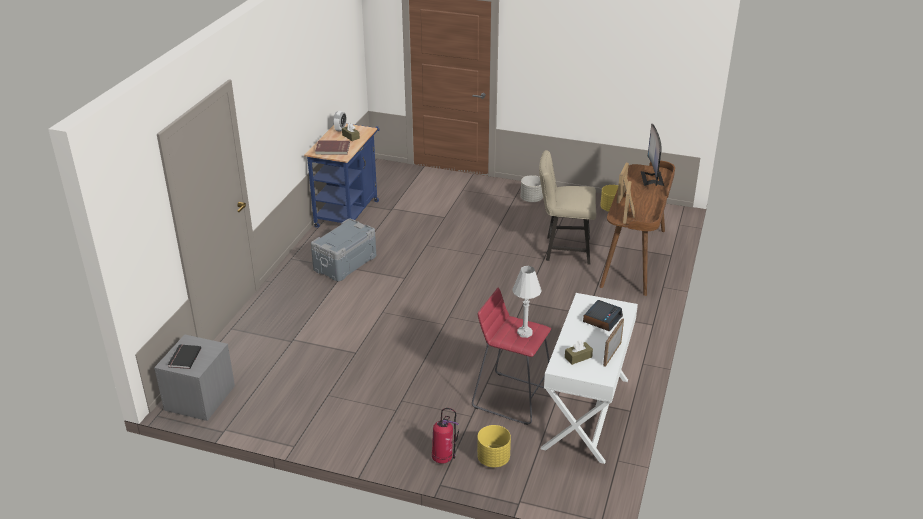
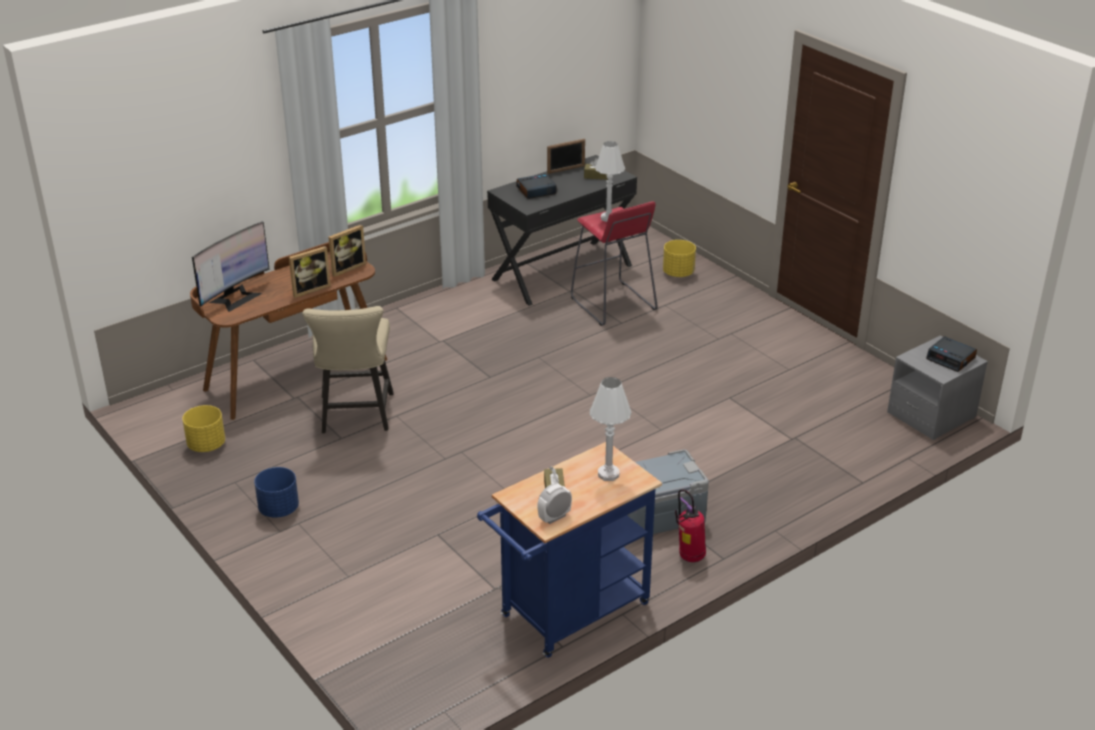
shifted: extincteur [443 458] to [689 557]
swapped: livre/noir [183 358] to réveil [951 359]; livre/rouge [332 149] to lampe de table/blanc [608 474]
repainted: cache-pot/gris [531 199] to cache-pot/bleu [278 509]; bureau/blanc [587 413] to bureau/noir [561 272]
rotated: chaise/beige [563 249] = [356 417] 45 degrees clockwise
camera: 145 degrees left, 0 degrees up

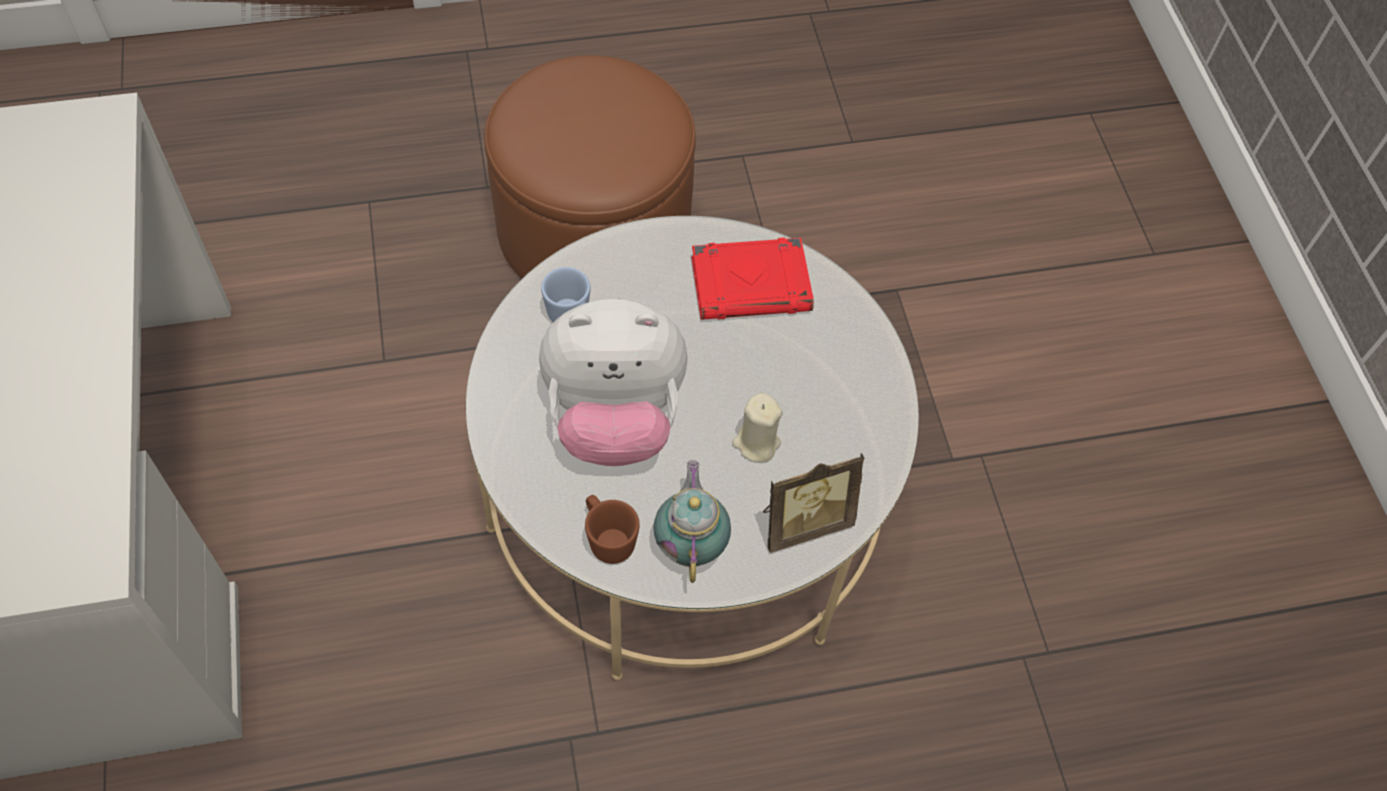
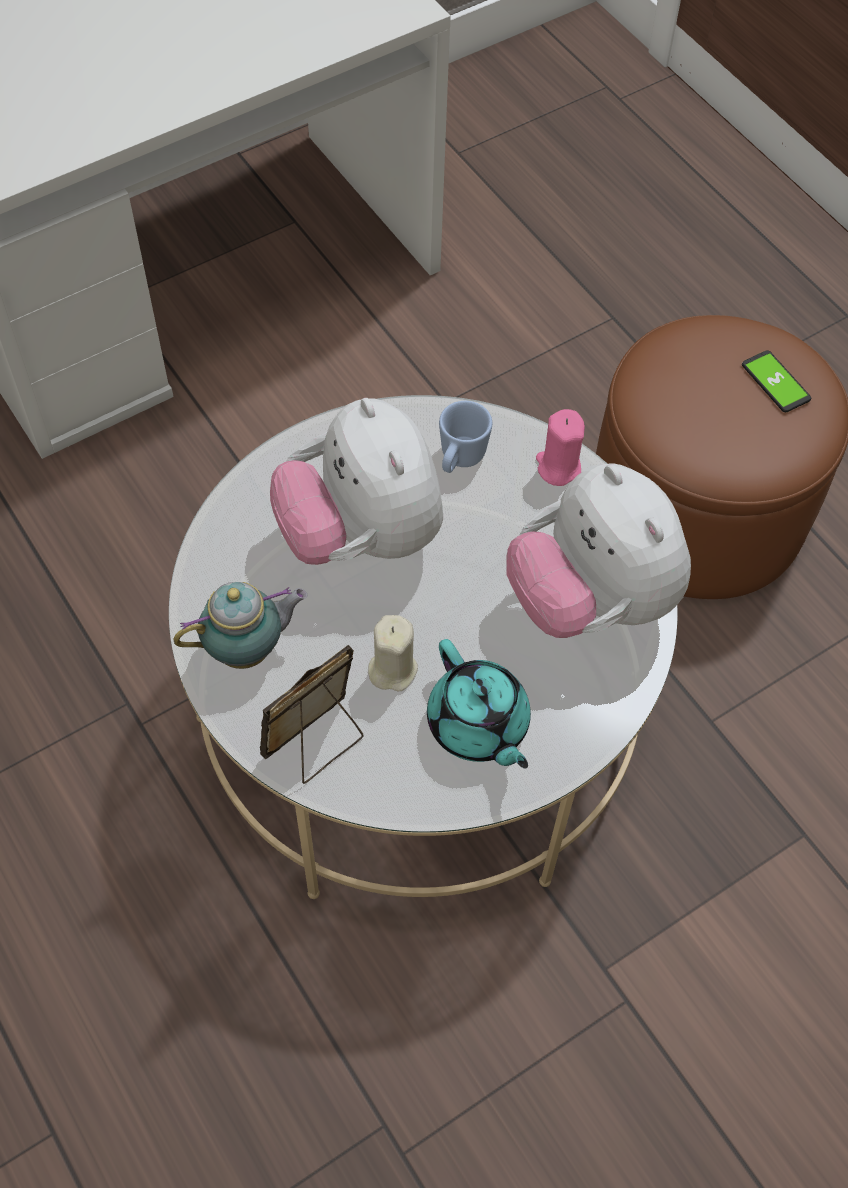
gone: mug/marron [607 539]
new: théière/turquoise [478 725]; bougie/rose [558 467]; téléphone [775 382]
swapped: livre/rouge [752 285] to peluche [590 600]
rotated: cadre photo [803 522] = [317 743] 90 degrees clockwise
camera: 70 degrees right, 0 degrees up

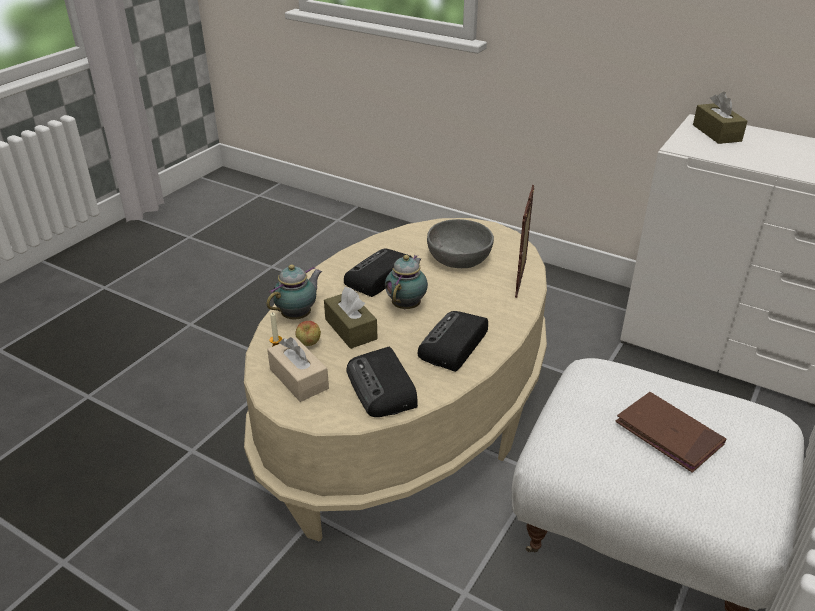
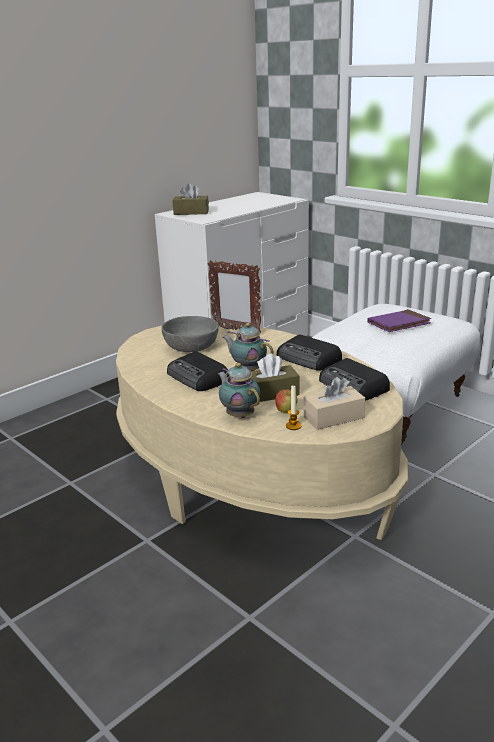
repainted: livre/marron [668 434] to livre/violet [398 324]
rotated: radio [382 388] = [354 386] 60 degrees clockwise
camera: 75 degrees left, 10 degrees down

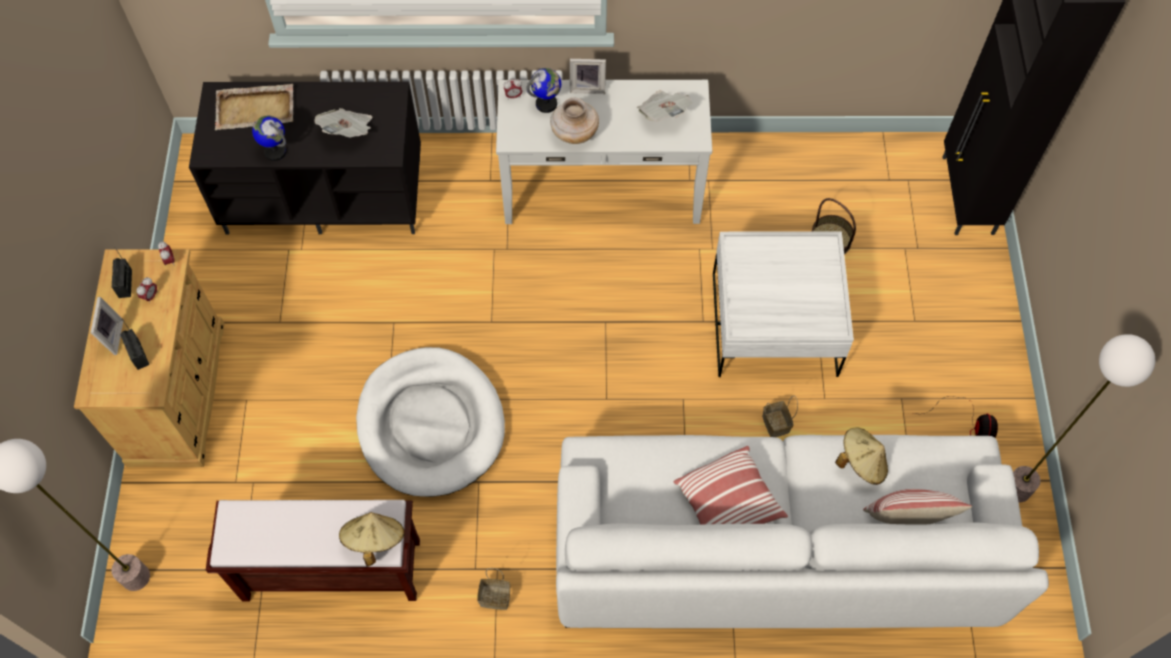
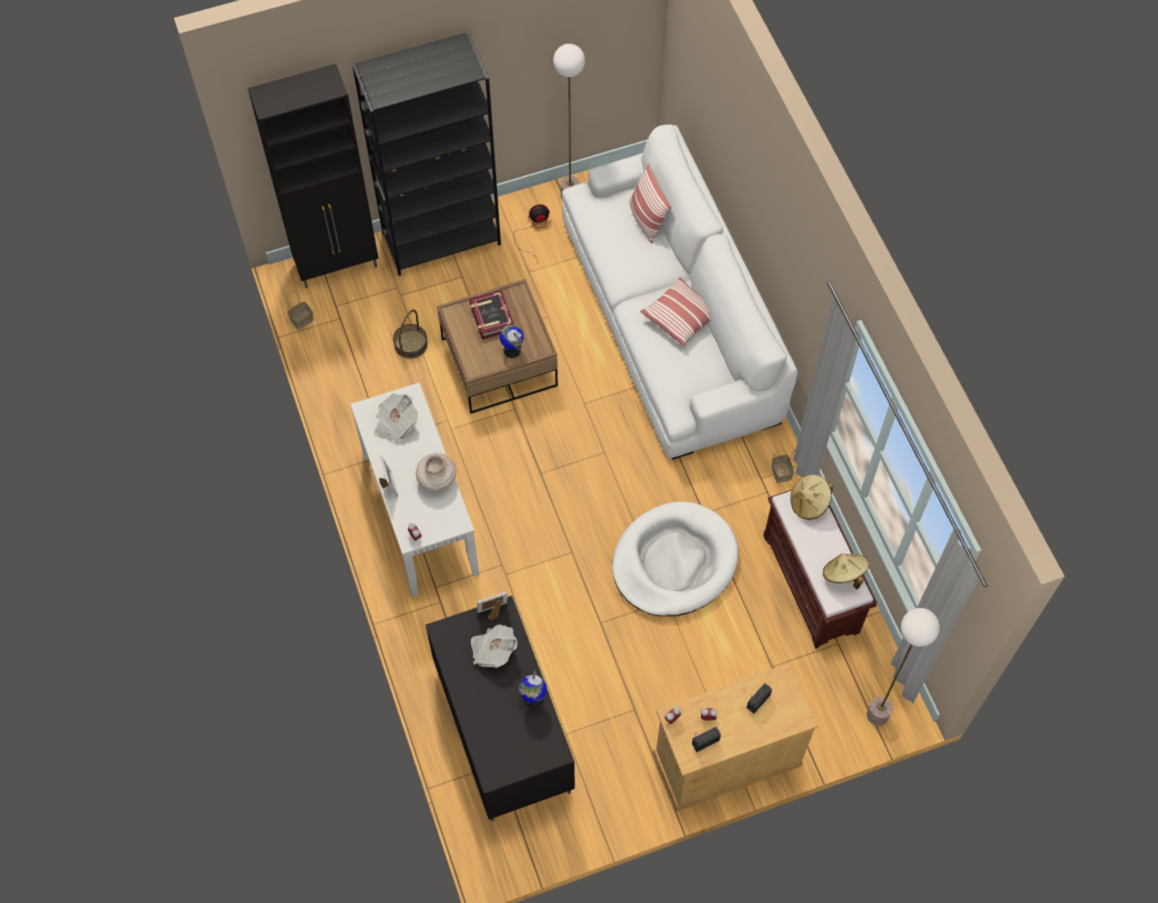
gone: plateau/beige [256 109]
new: bibliothèque/noir [442 238]; livre [491 317]
shifted: cadre photo [111 337] to [494 612]; globe [546 104] to [512 350]; panier [776 424] to [302 319]; chapeau/beige [861 462] to [843 574]
repainted: table basse/blanc [774 324] to table basse/marron [499 362]
camera: 110 degrees left, 0 degrees up

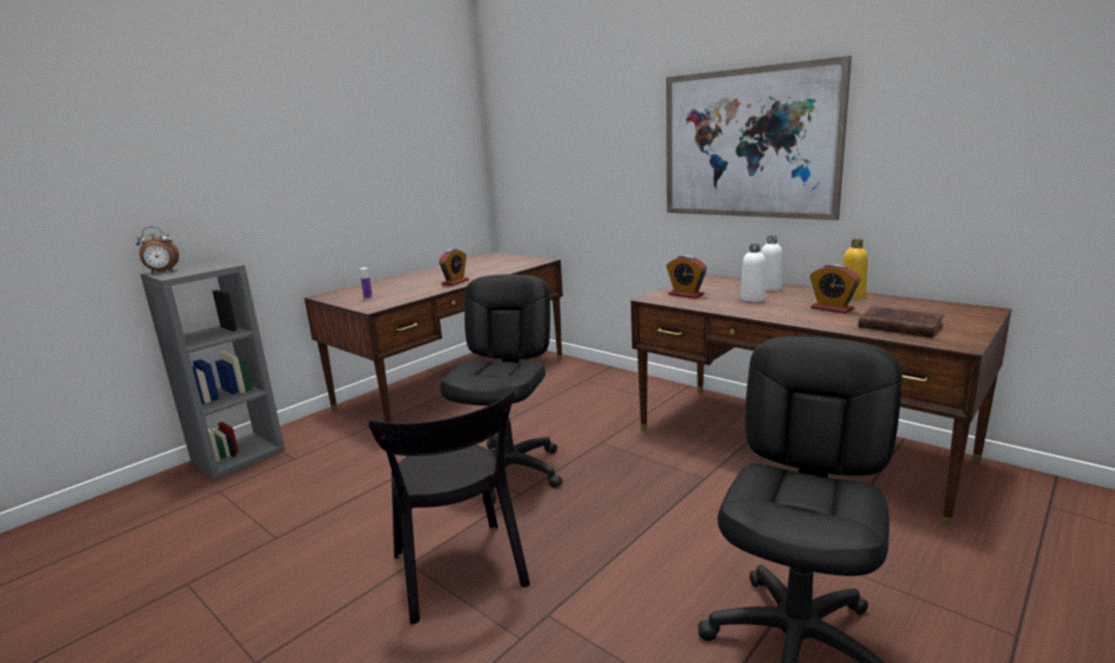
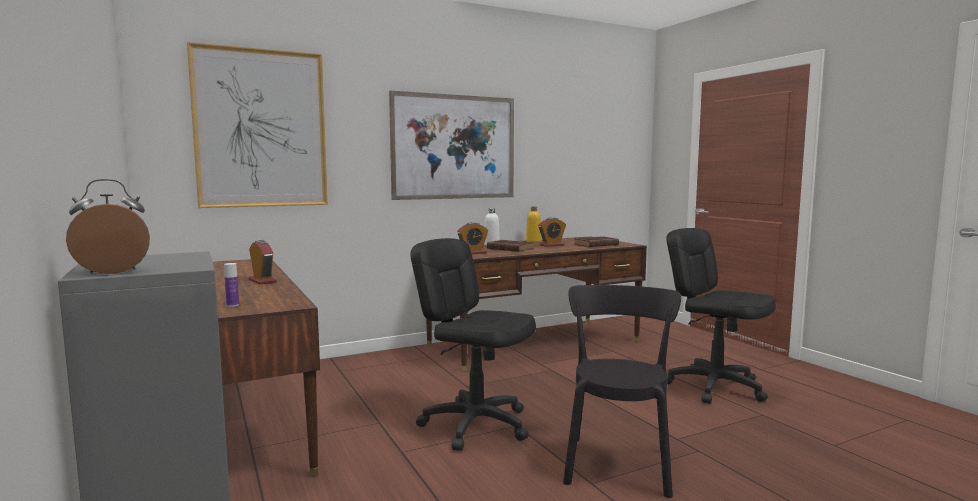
new: tableau [261 129]
swapped: bouteille/blanc [752 299] to livre/marron [509 248]
rotated: réveil [162 272] = [113 271] 120 degrees counterclockwise; chaise/noir [460 574] = [618 462] 75 degrees counterclockwise
camera: 70 degrees left, 10 degrees down

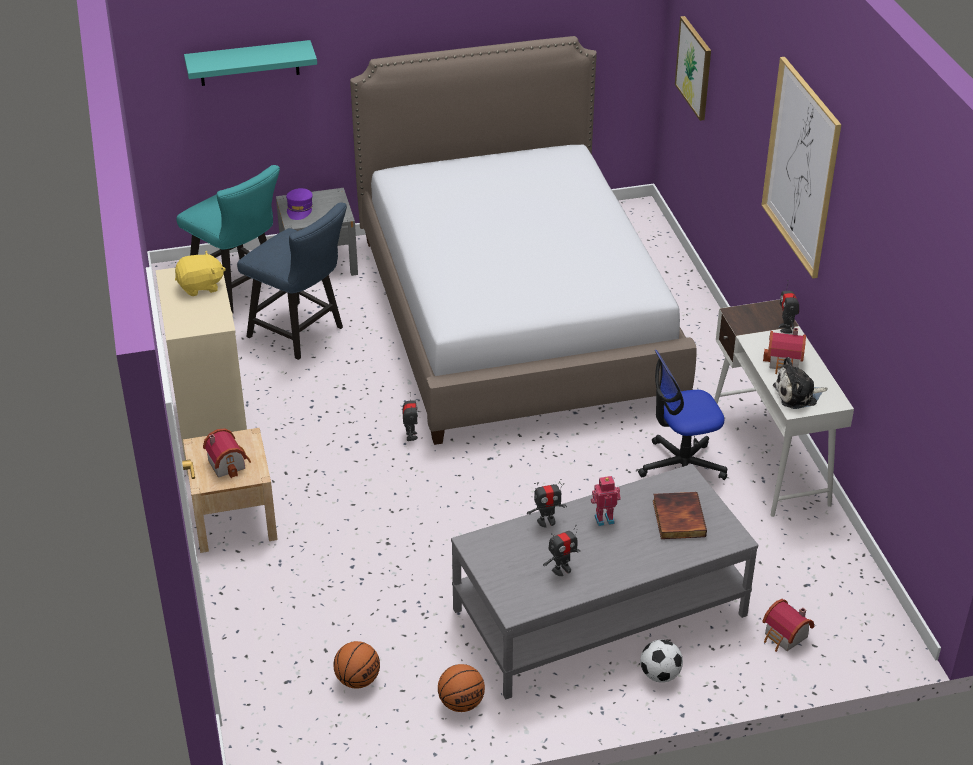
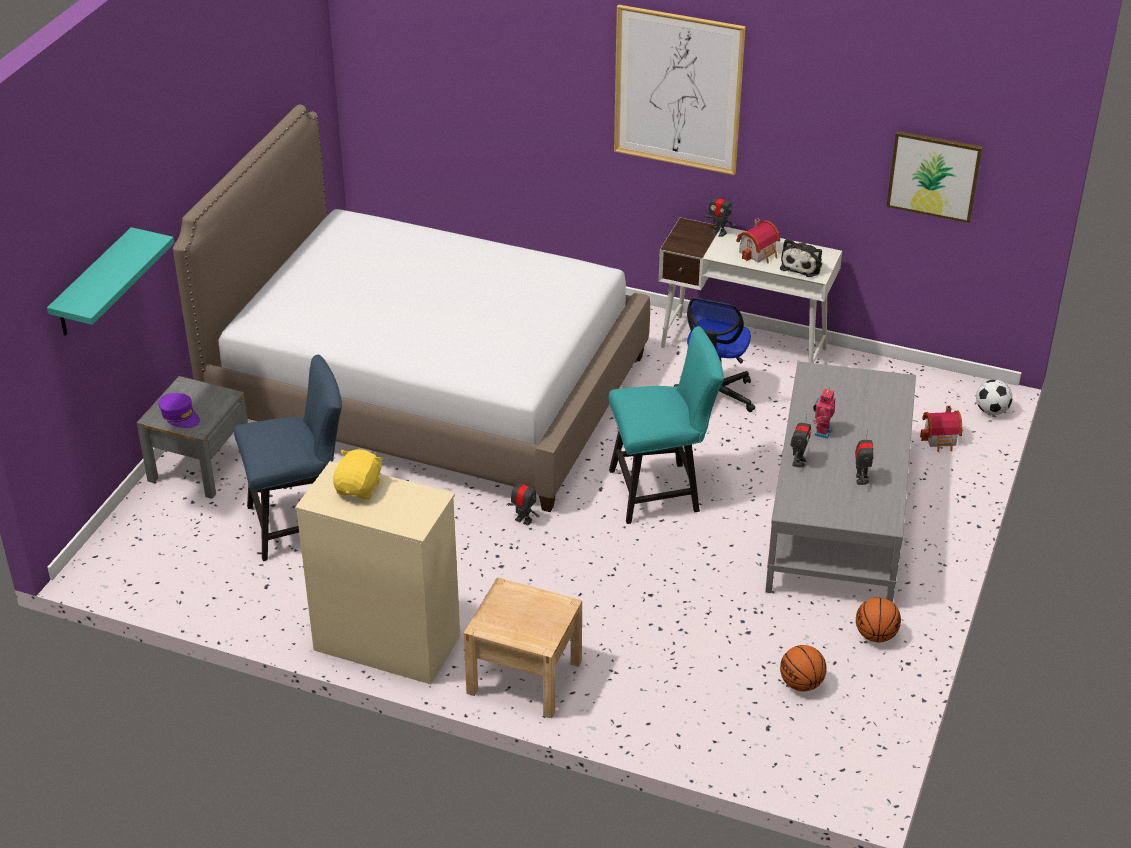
gone: maison miniature [228 463]; livre [677 518]
shifted: chaise/turquoise [239 291] to [661 491]; ballon de foot [660 675] to [991 411]; tableau [694 67] to [934 175]
camera: 55 degrees left, 0 degrees up

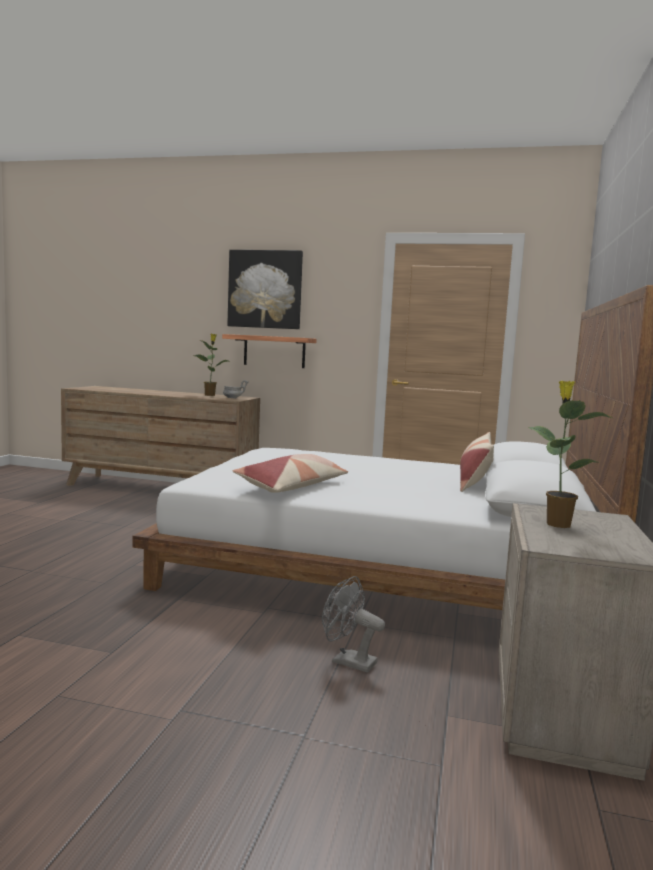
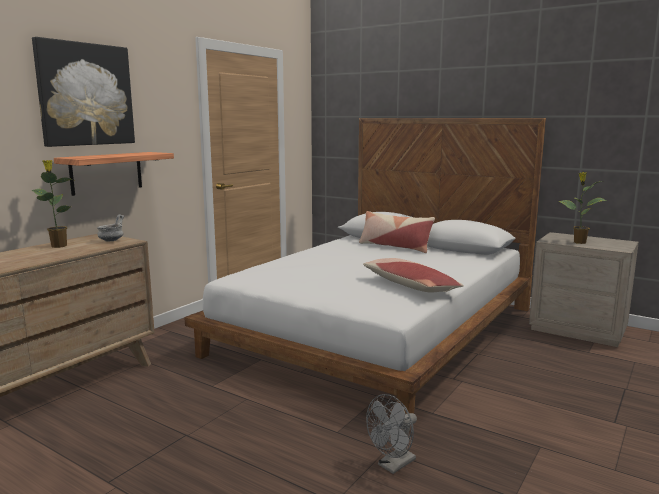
shifted: ventilateur/gris [347 661] to [393 465]
camera: 70 degrees left, 5 degrees up

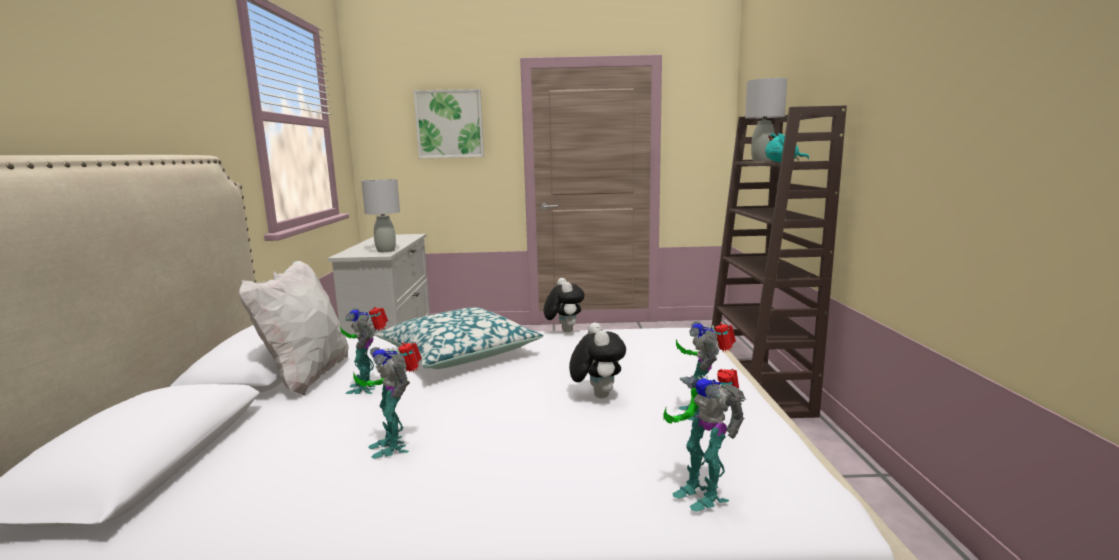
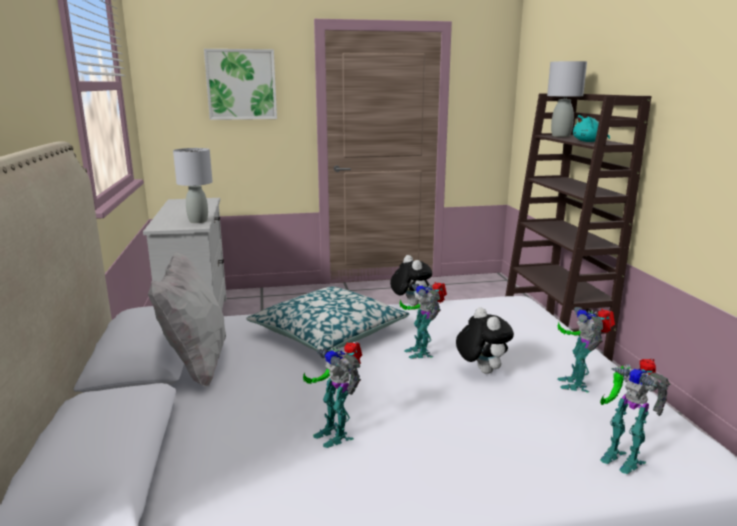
shifted: robot jouet [367 387] to [421 351]
camera: 10 degrees left, 5 degrees up

